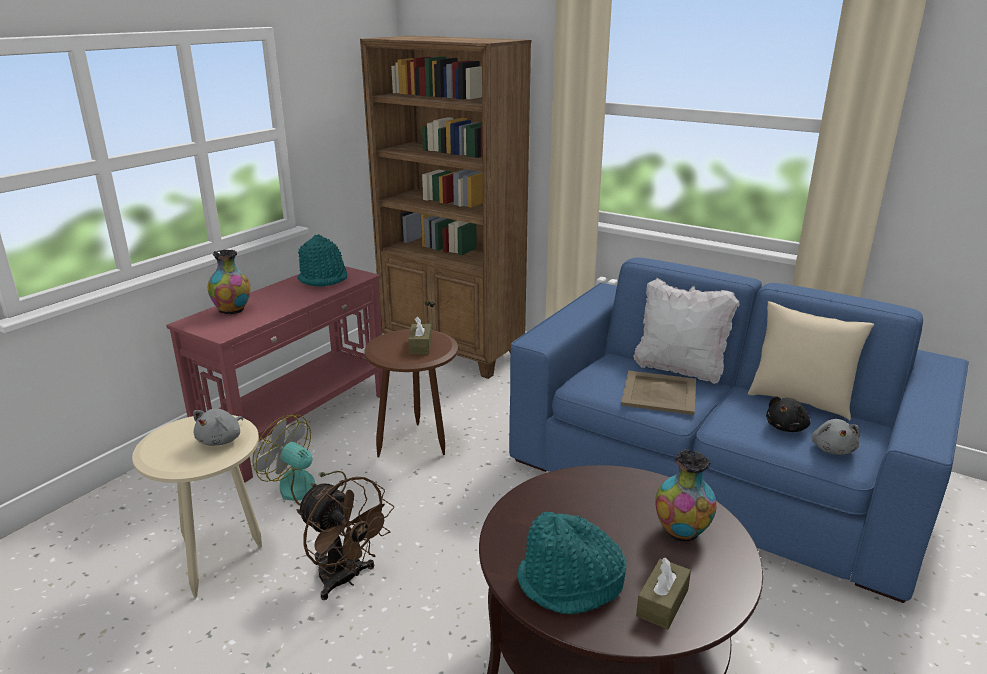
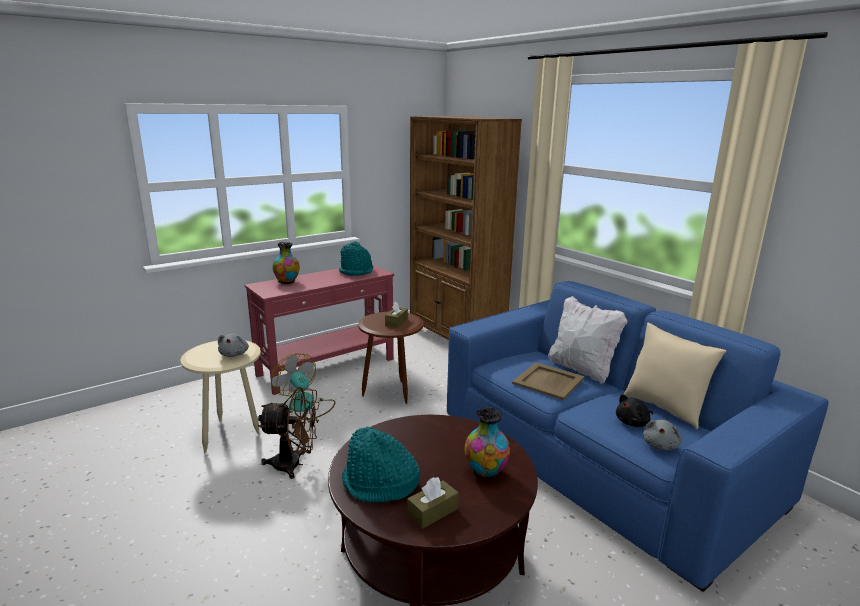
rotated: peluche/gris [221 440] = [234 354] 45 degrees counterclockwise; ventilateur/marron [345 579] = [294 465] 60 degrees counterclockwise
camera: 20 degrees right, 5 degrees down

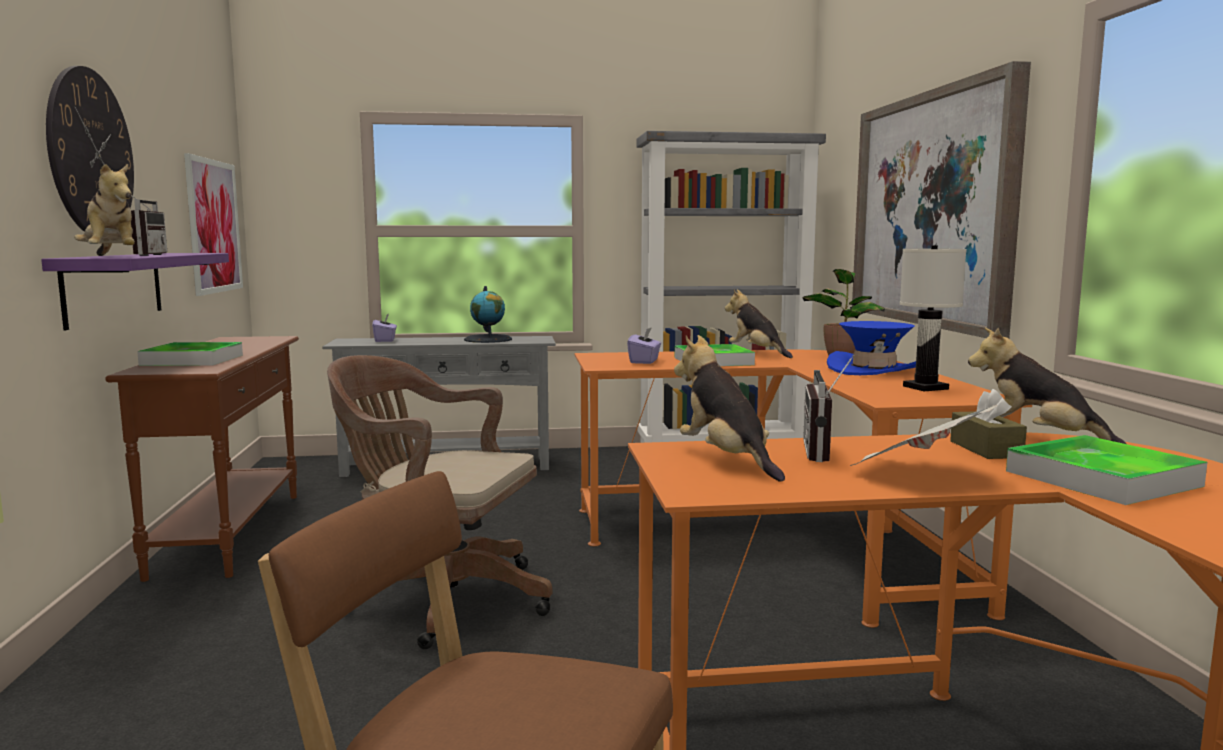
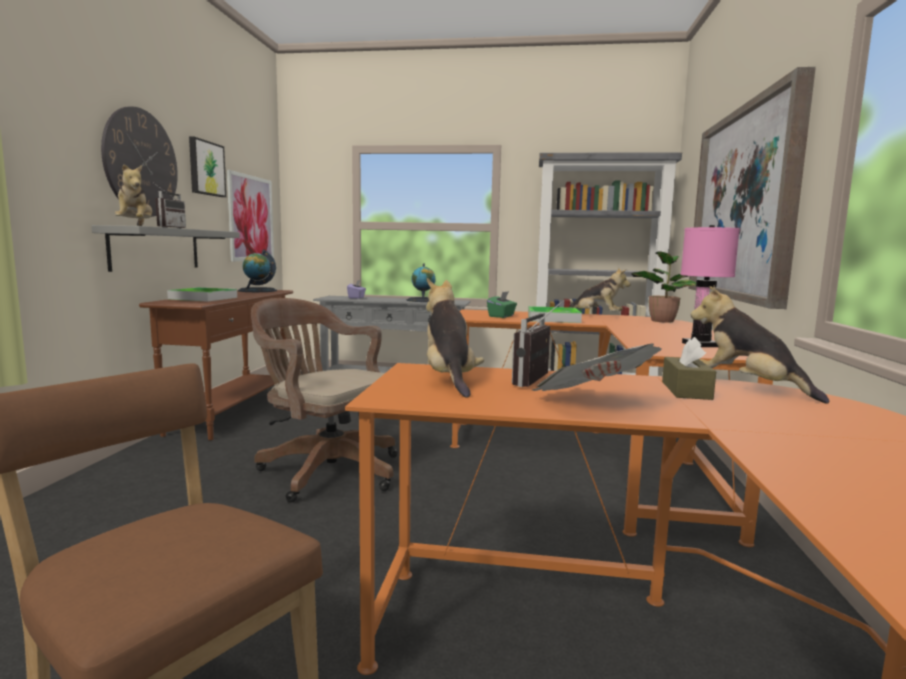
gone: chapeau/bleu [874 370]; plateau [1102 478]
new: tableau [206 168]; globe [257 290]
repainted: étagère/violet [114 287] to étagère/gris [156 249]; boîte à mouchoirs/violet [644 361] to boîte à mouchoirs/vert [501 316]; lampe de table/blanc [926 388] to lampe de table/rose [701 345]
rotated: peluche [757 353] = [596 316] 135 degrees clockwise
camera: 15 degrees right, 0 degrees up

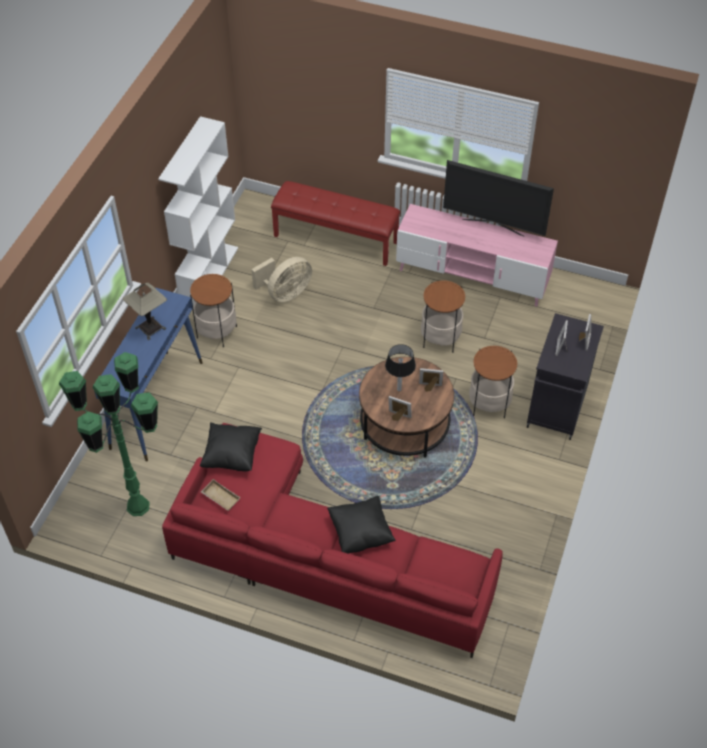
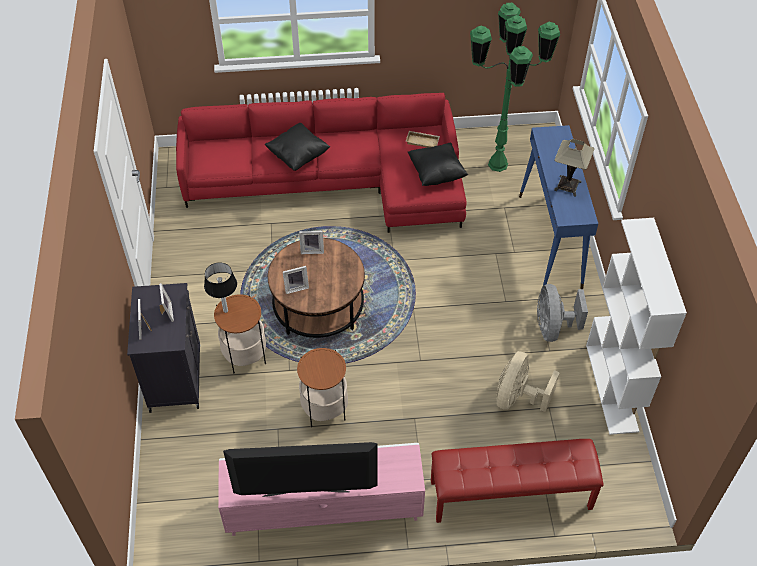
shifted: lampe de table [399 389] to [226 311]
swapped: table d'appoint [216 332] to ventilateur/gris [553 327]
camera: 155 degrees right, 0 degrees up

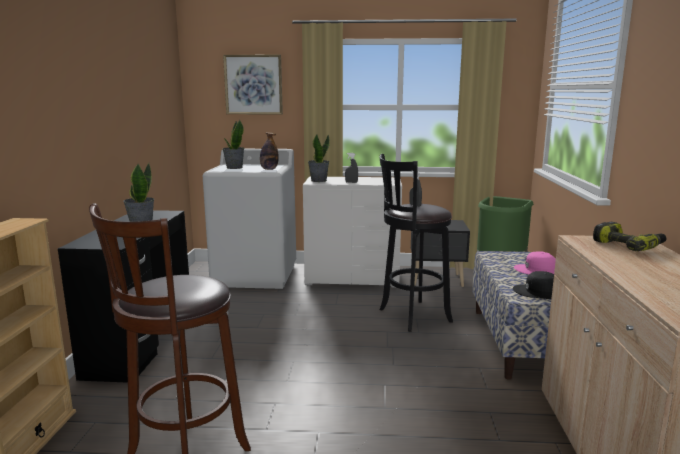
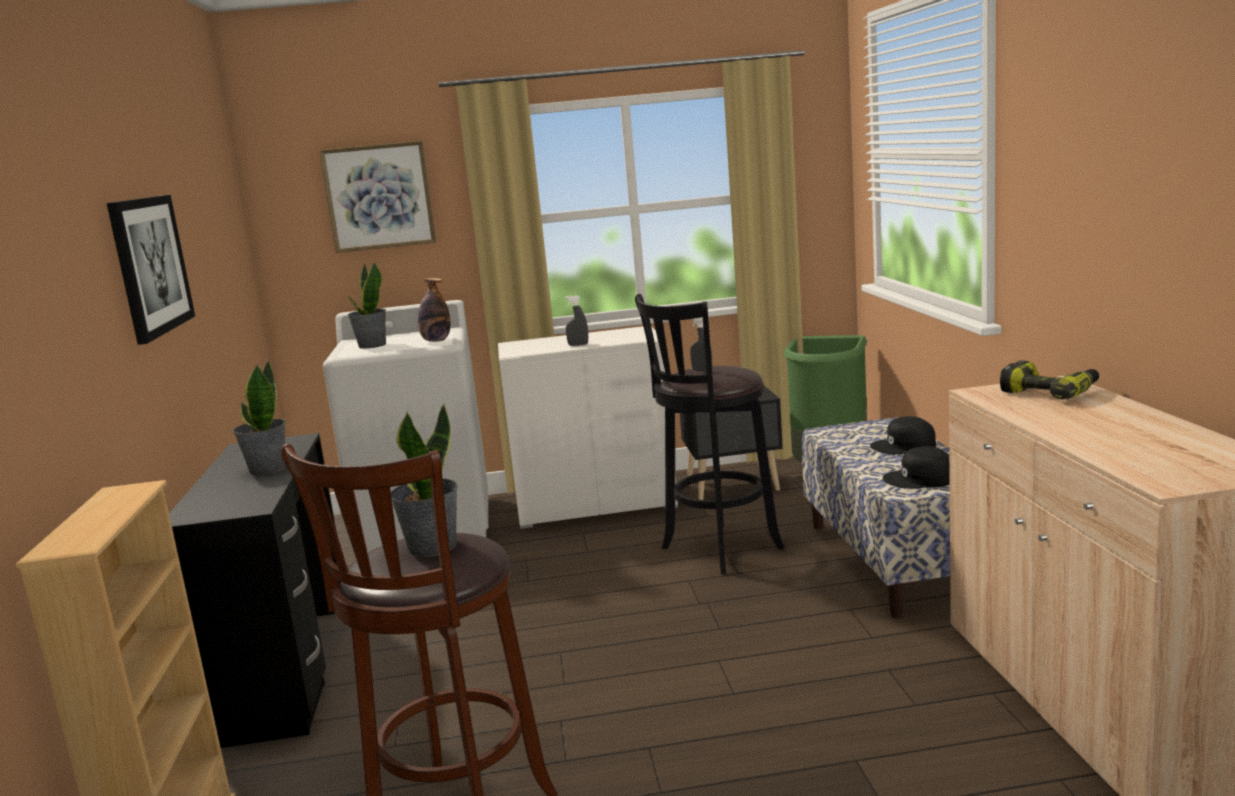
new: tableau [150 265]
shifted: plante en pot [318 180] to [431 547]
repainted: casquette/rose [535 270] to casquette/noir [904 446]
camera: 10 degrees left, 0 degrees up

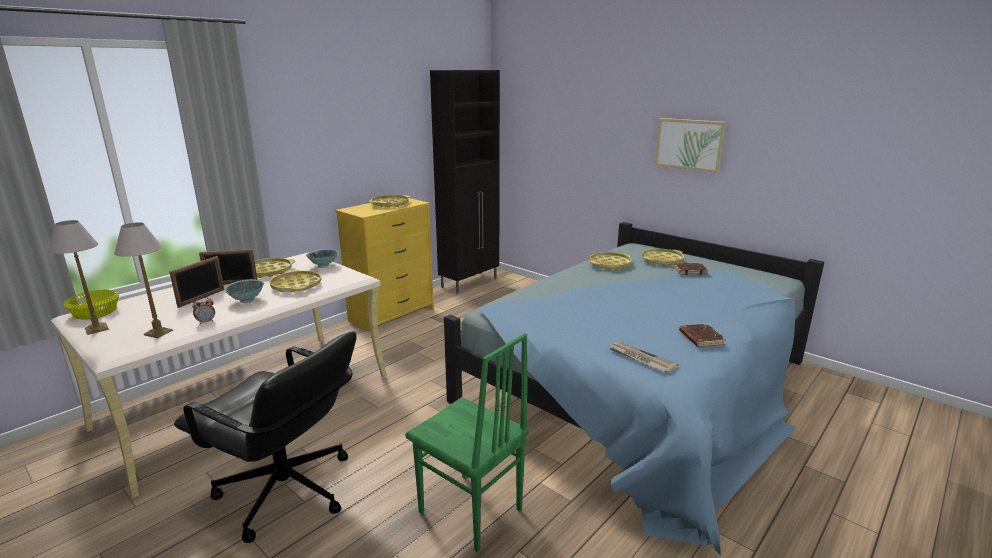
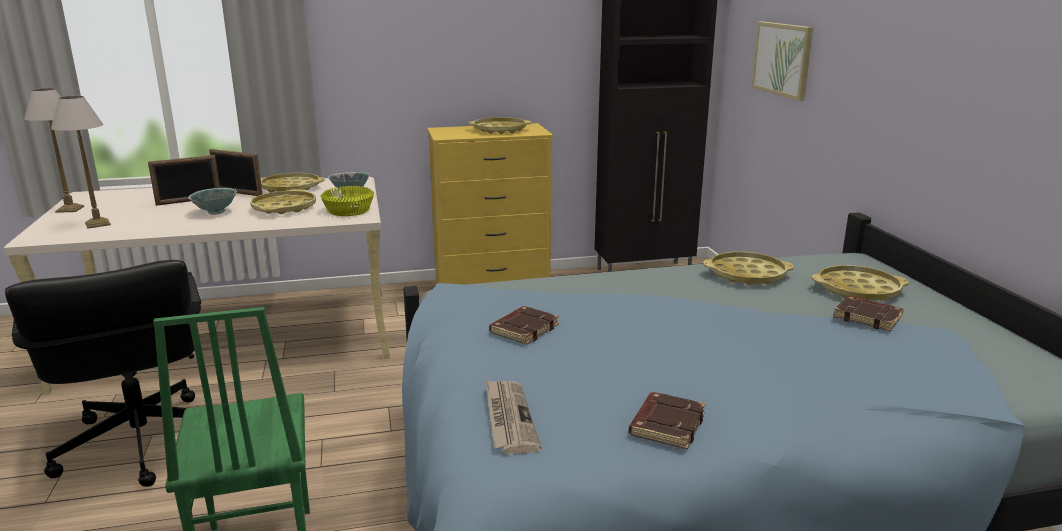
gone: réveil [206 322]
new: livre/marron [524 329]
shifted: bol/jaune [96 312] to [349 210]; tableau [689 144] to [782 59]
camera: 35 degrees right, 0 degrees up

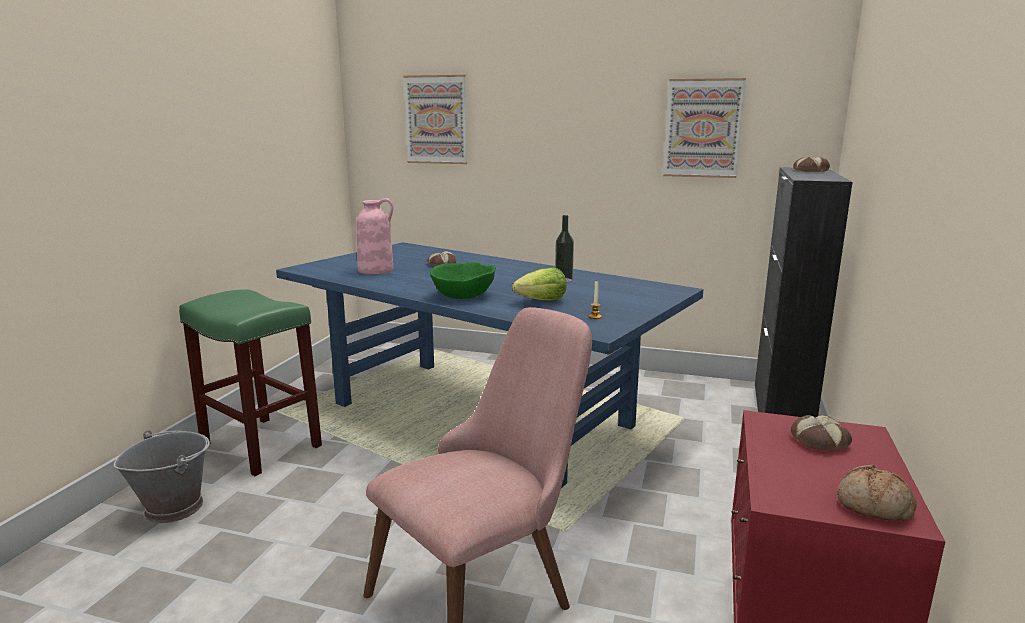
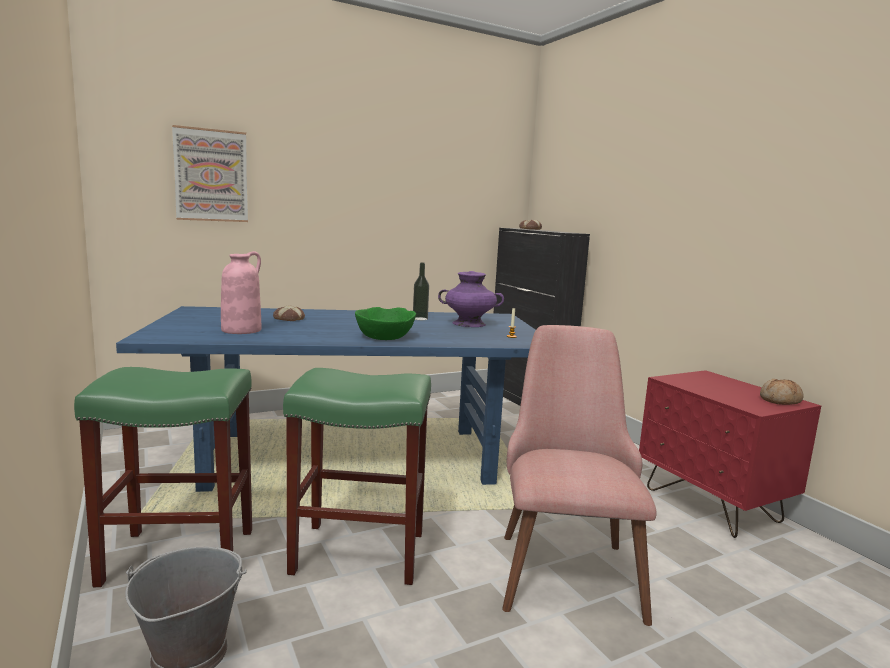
gone: laitue [542 301]; tableau [703 128]; pain [820 441]
new: tabouret/vert [357 553]; vase/violet [469 324]
camera: 45 degrees left, 5 degrees down

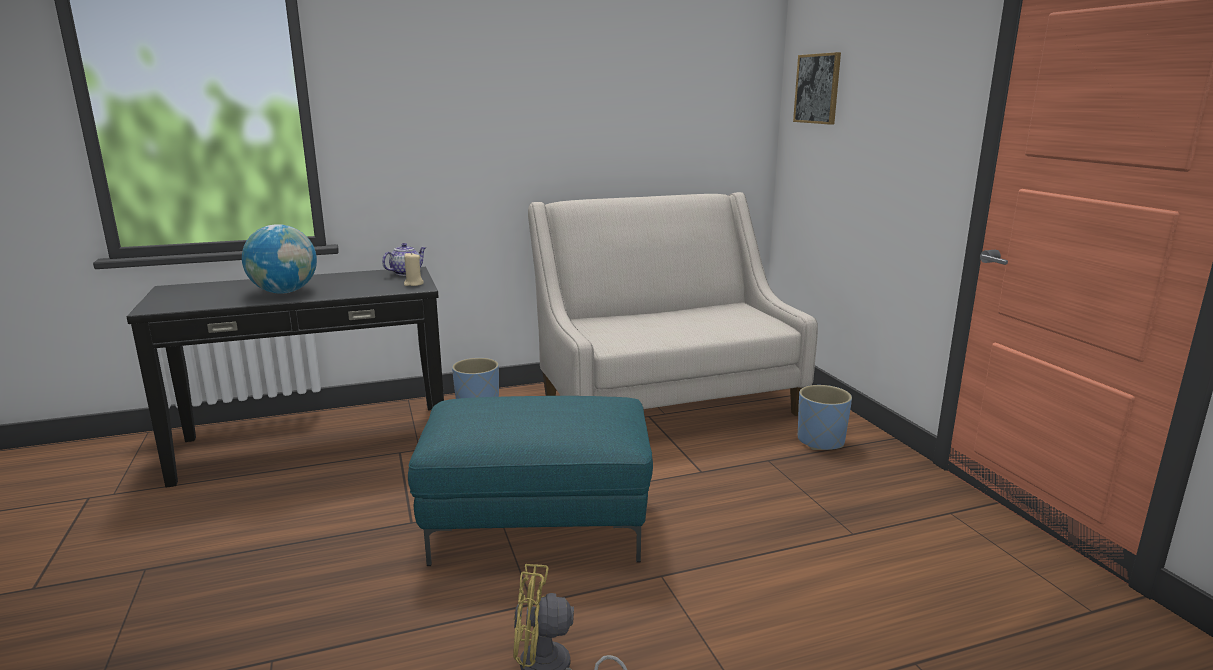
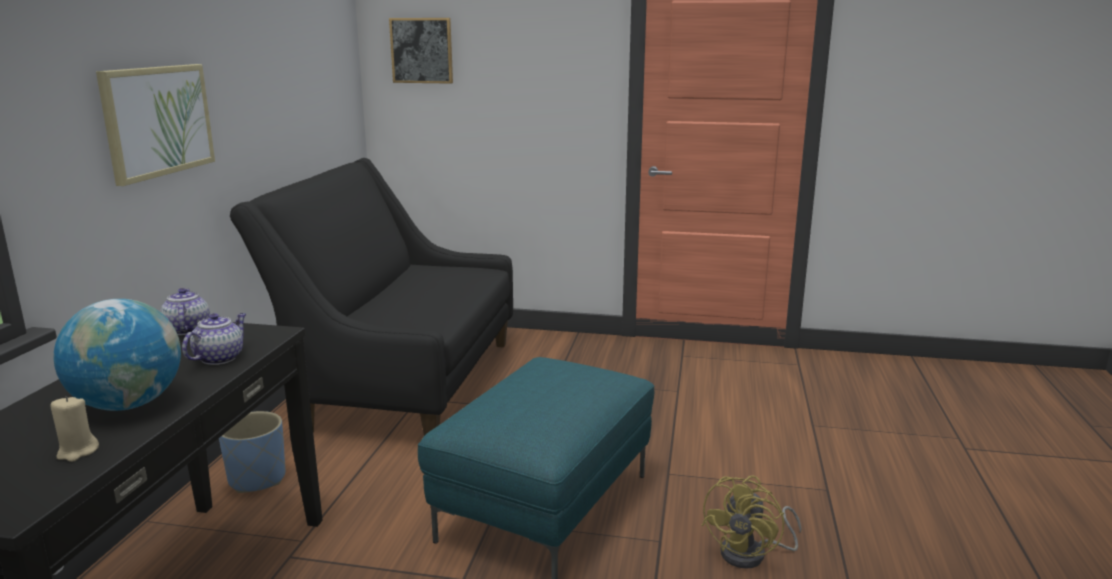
gone: cache-pot/bleu [820 441]
new: tableau [157 121]; théière [219 358]
shifted: bougie/beige [413 284] to [77 452]
repainted: canapé/beige [665 401] to canapé/noir [401 383]
camera: 60 degrees left, 0 degrees up

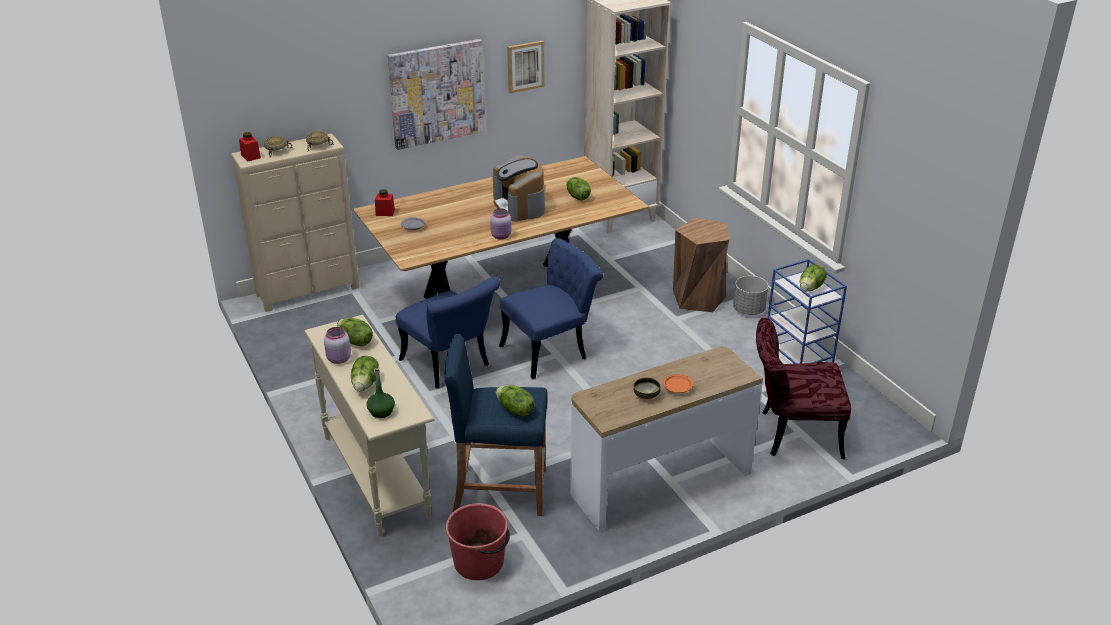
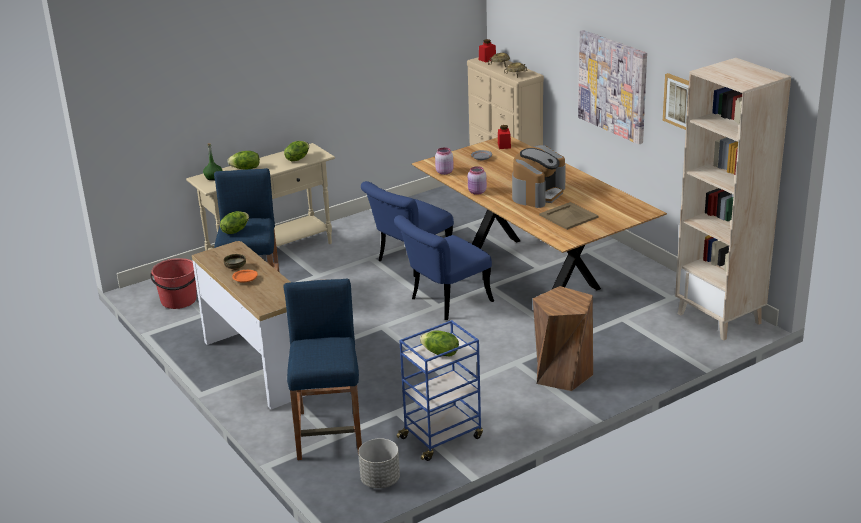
shifted: bocal/rose [338 359] to [444 172]; cache-pot/gris [748 310] to [380 480]
swapped: laitue [577 197] to plateau/beige [568 216]; chaise/rouge [791 434] to tabouret/bleu [330 432]
rotated: machine à café [519 206] = [537 193] 150 degrees clockwise; chaise/bleu [551 350] = [444 302] 90 degrees clockwise
camera: 85 degrees right, 5 degrees down

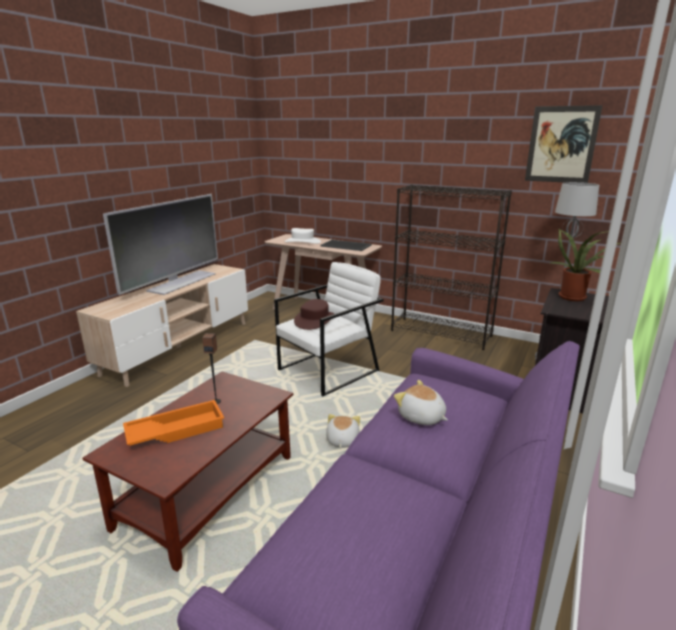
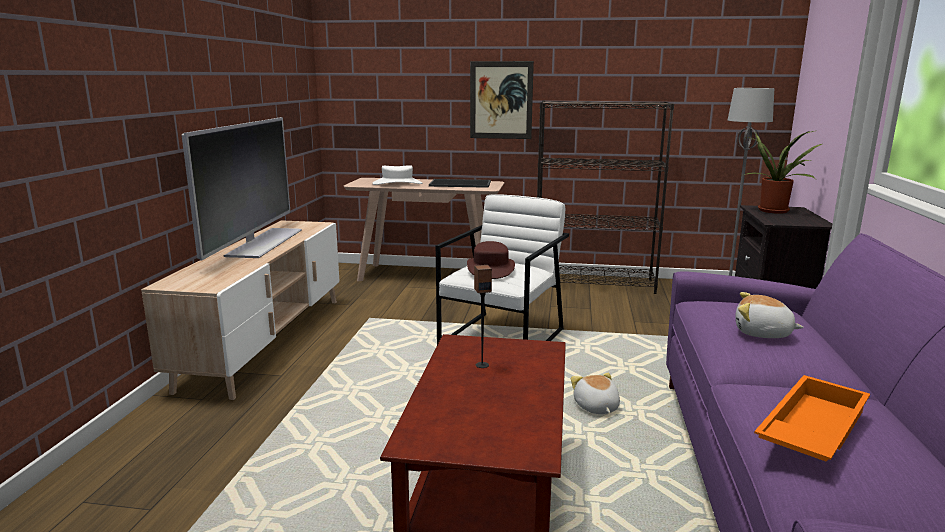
shifted: plateau/orange [176 429] to [810 429]; tableau [561 145] to [501 100]
camera: 20 degrees left, 5 degrees down

